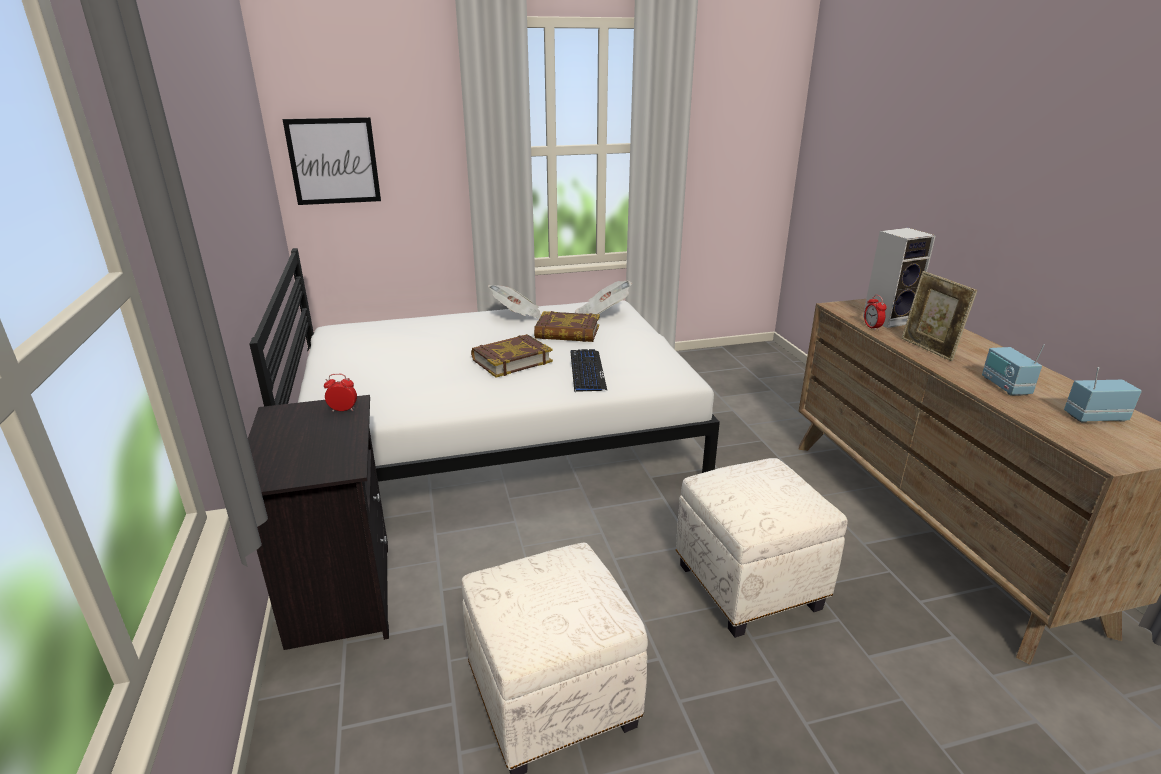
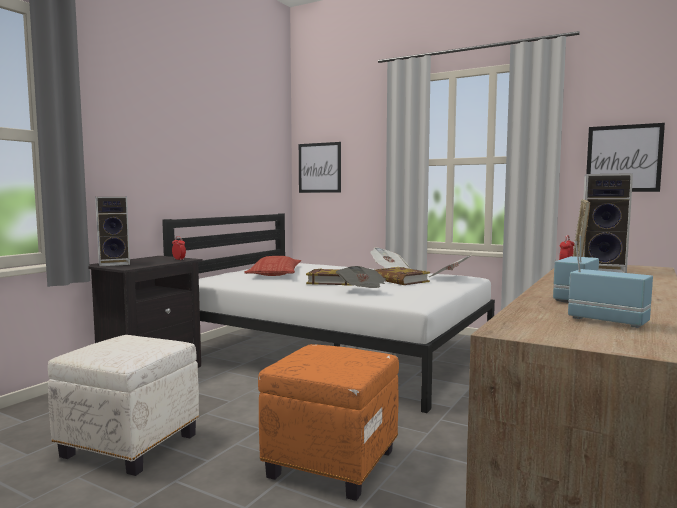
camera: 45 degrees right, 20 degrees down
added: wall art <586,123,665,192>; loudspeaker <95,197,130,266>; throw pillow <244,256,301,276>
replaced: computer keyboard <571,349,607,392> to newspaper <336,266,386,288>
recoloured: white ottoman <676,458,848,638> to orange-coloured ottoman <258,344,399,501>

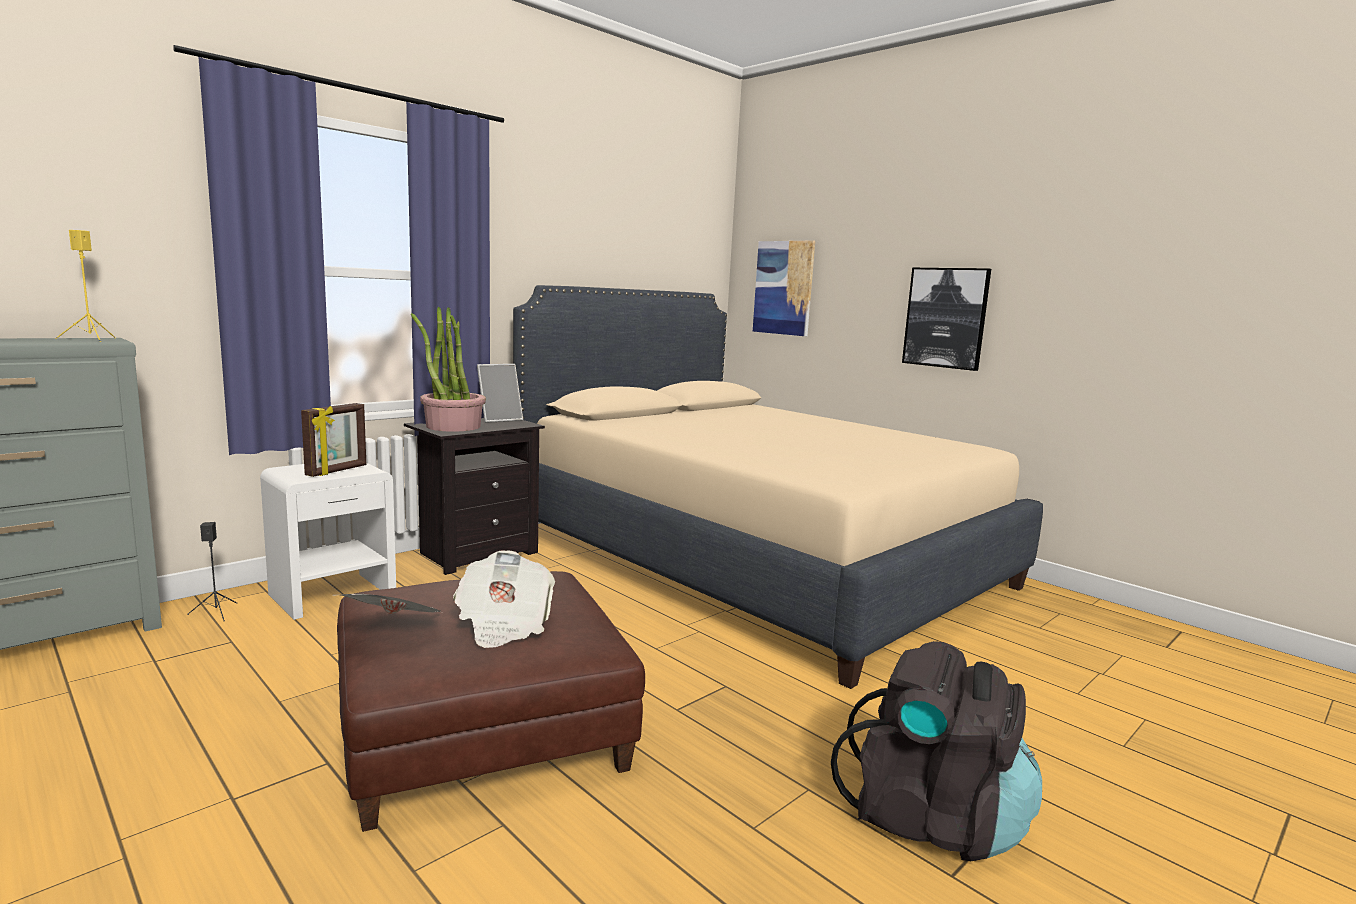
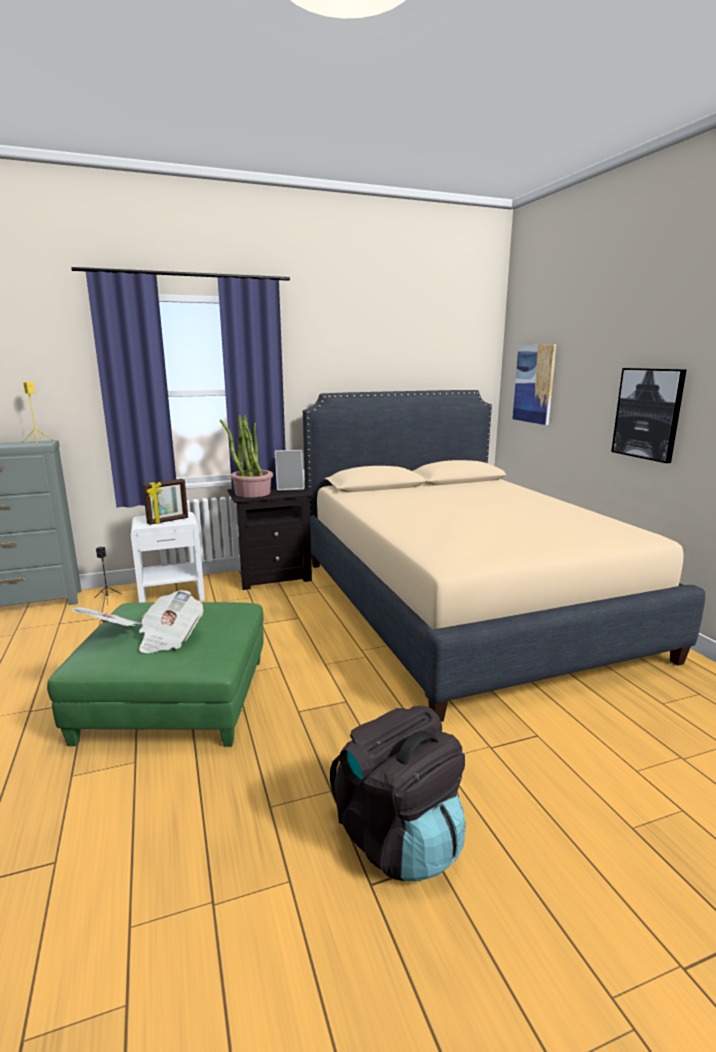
camera: 25 degrees right, 5 degrees up
recoloured: brown ottoman <337,571,645,832> to green ottoman <47,602,264,747>

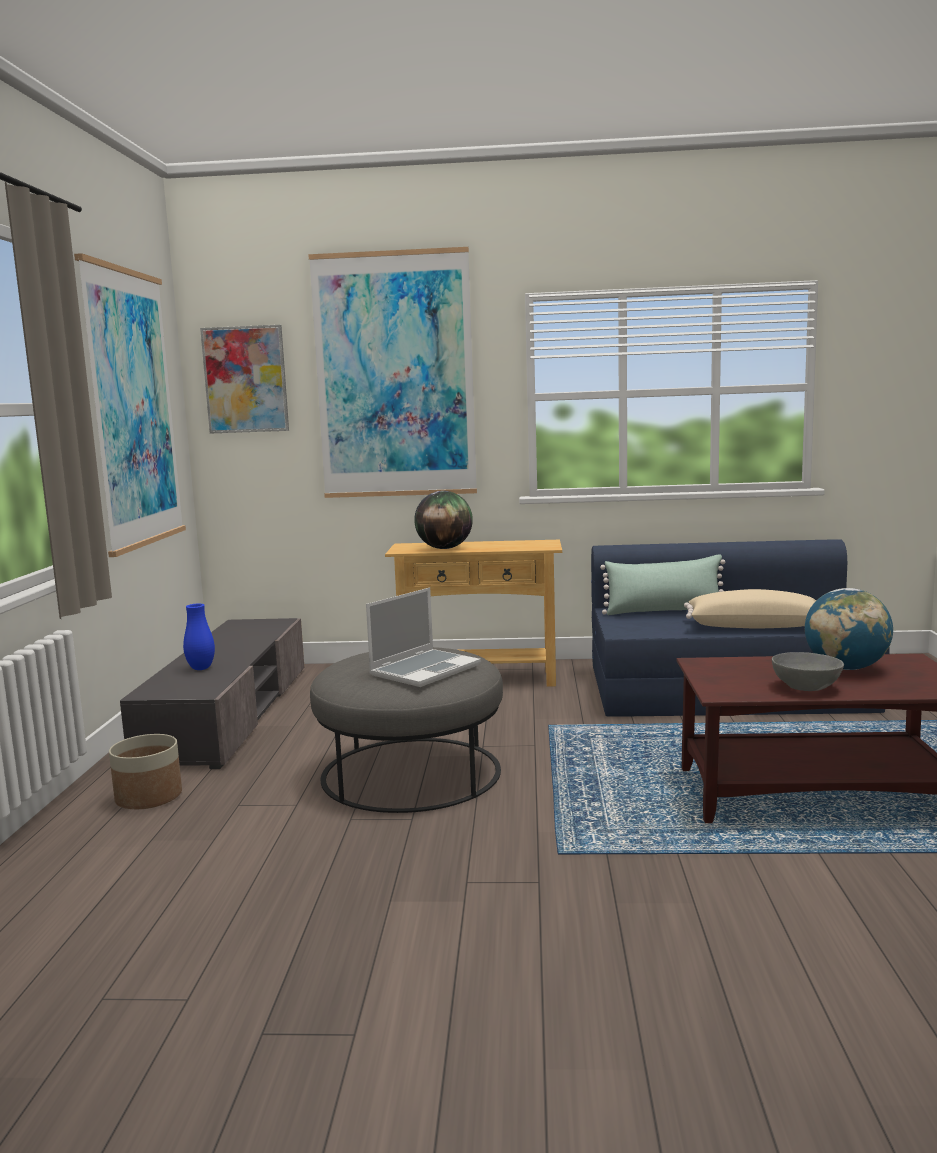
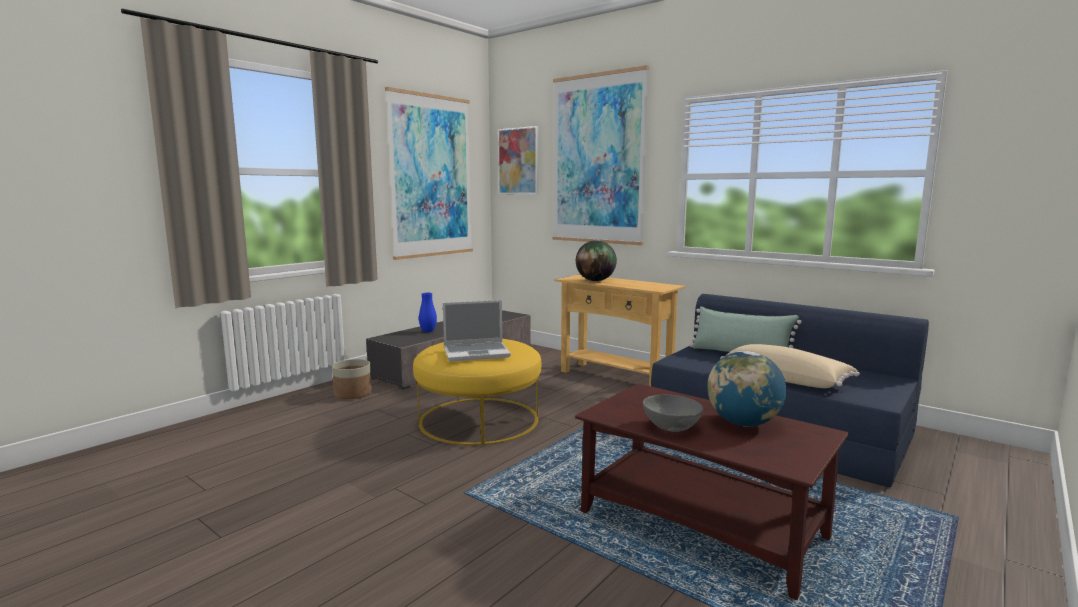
camera: 35 degrees right, 0 degrees up
recoloured: greyish ottoman <310,647,503,813> to yellowish ottoman <413,339,541,445>

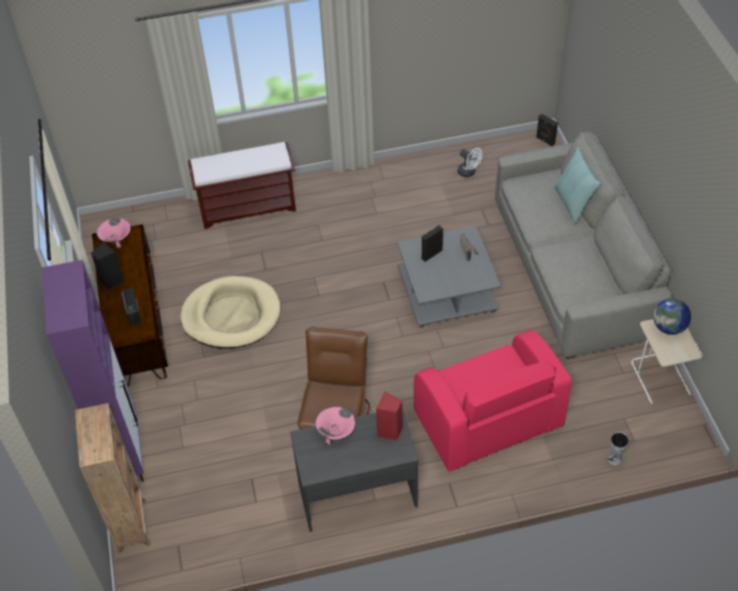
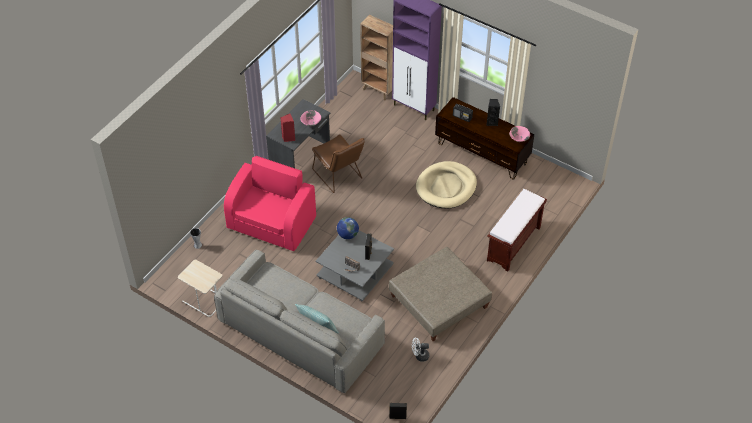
camera: 135 degrees right, 0 degrees up
added: beige ottoman <389,247,492,341>
moved: globe <653,298,691,335> to <337,217,359,239>
turned: pink-coloured lounge chair <414,330,572,472> = <224,156,316,251> 90 degrees clockwise

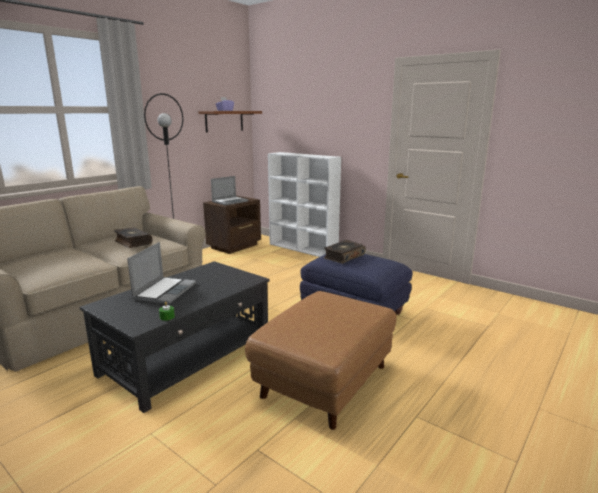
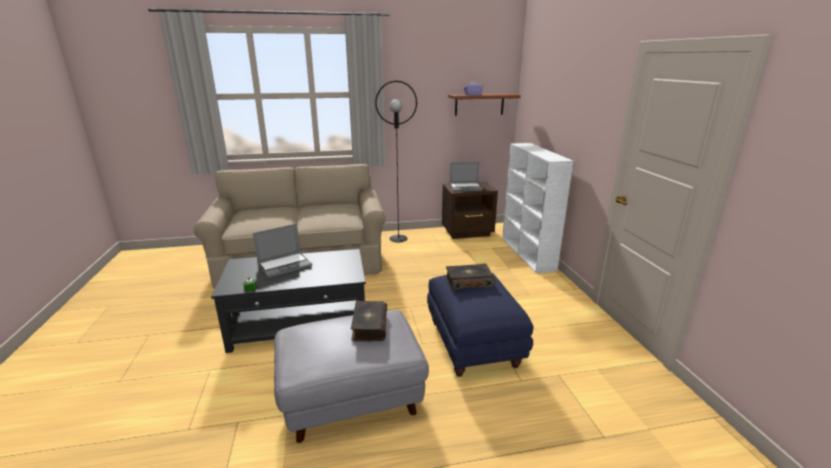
camera: 40 degrees right, 5 degrees up
moved: book <114,227,152,248> to <351,301,387,342>
recoloured: brown ottoman <245,291,396,430> to greyish ottoman <274,310,429,443>

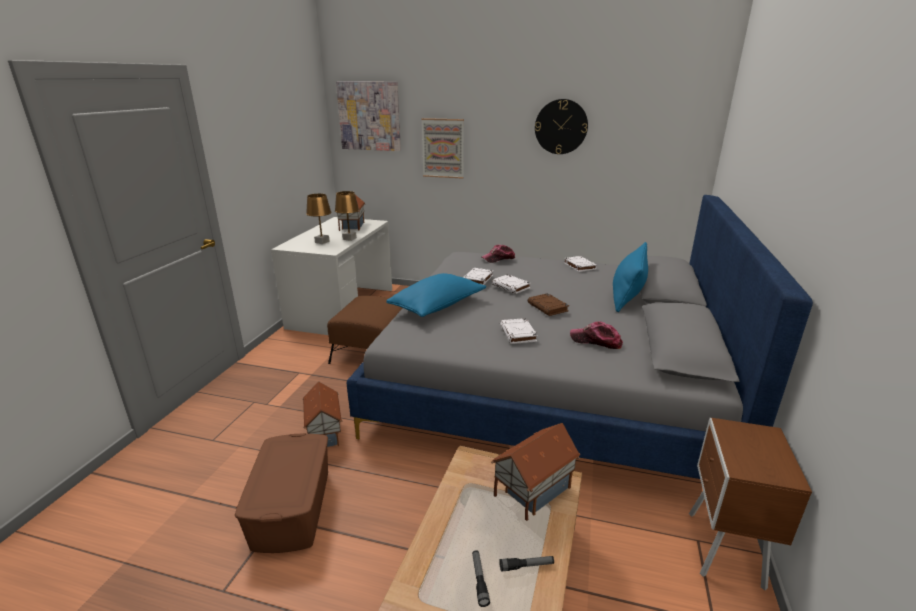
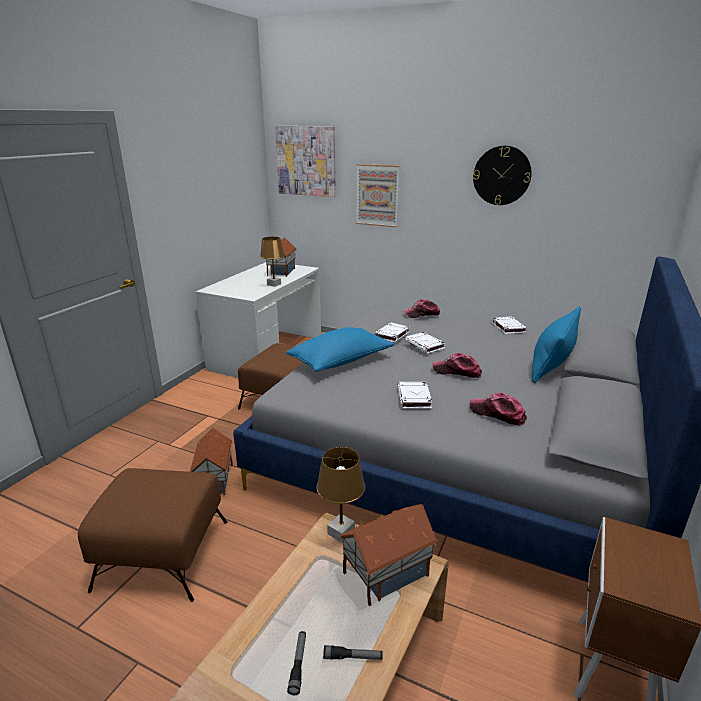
camera: 10 degrees right, 0 degrees up
moved: brown tabletop lamp <306,194,331,244> to <316,447,365,543>
replaced: brown book <528,293,569,316> to cap <432,353,482,378>; brown storage box <235,433,328,553> to brown ottoman <78,468,228,602>

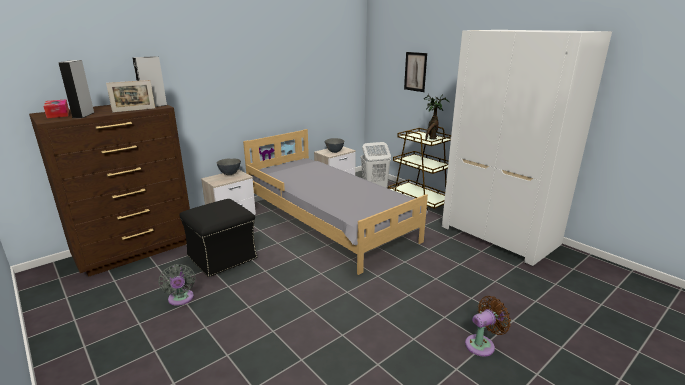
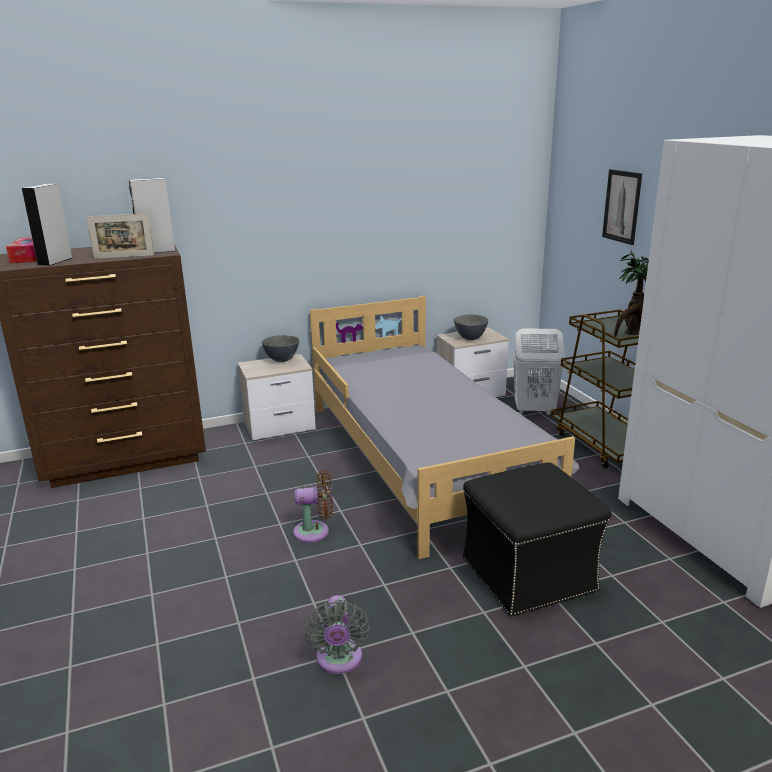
camera: 20 degrees right, 0 degrees up
moved: black-coloured ottoman <179,199,258,277> to <463,462,611,616>; greyish fan <158,264,196,306> to <304,595,370,674>; brown fan <465,296,511,357> to <293,470,333,543>

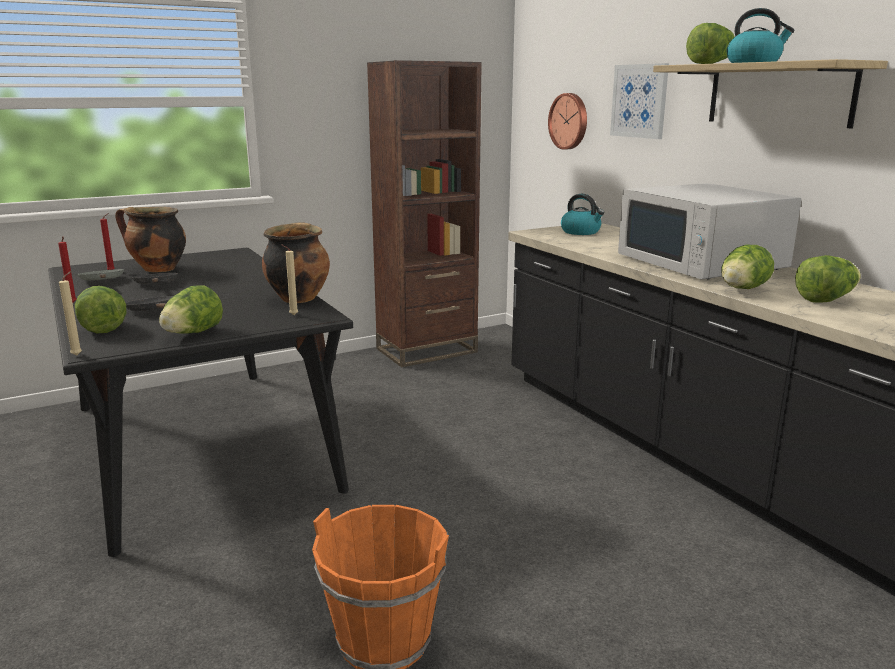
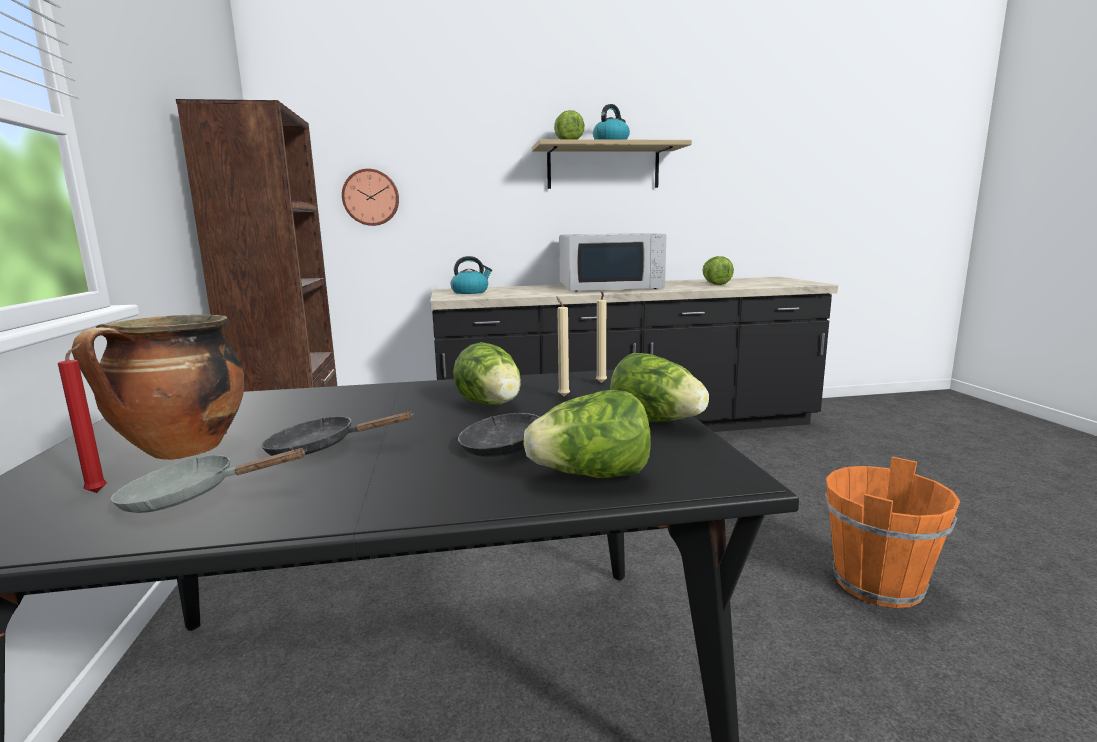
camera: 70 degrees left, 5 degrees down
removed: wall art <610,63,669,139>; stockpot <262,222,330,303>; red candle <58,237,77,303>
moved: head of lettuce <722,245,774,289> to <453,342,521,405>; beige candle <59,271,82,356> to <556,296,570,396>

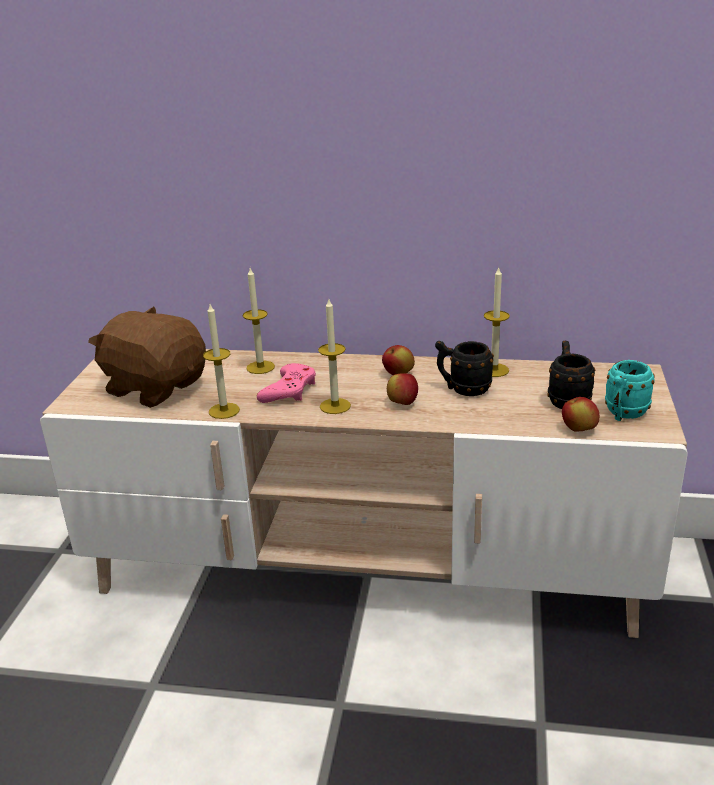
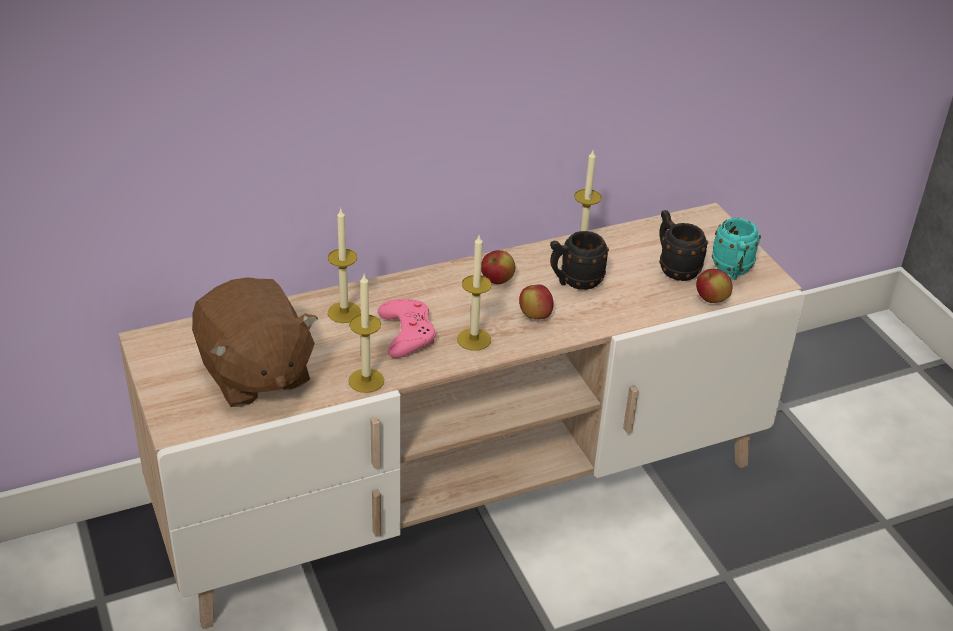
camera: 35 degrees left, 10 degrees up
turned: brown soft toy <88,307,206,408> = <192,277,318,407> 120 degrees counterclockwise

